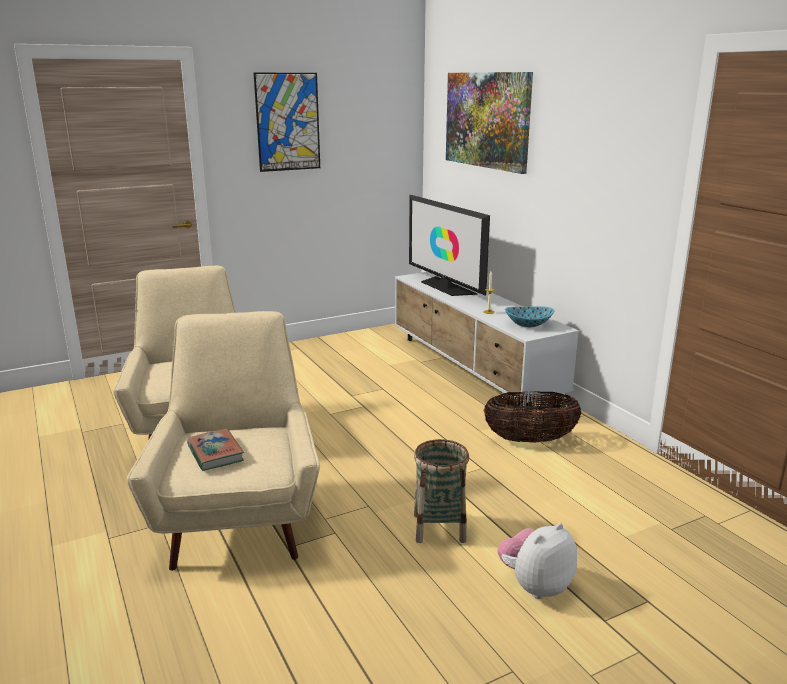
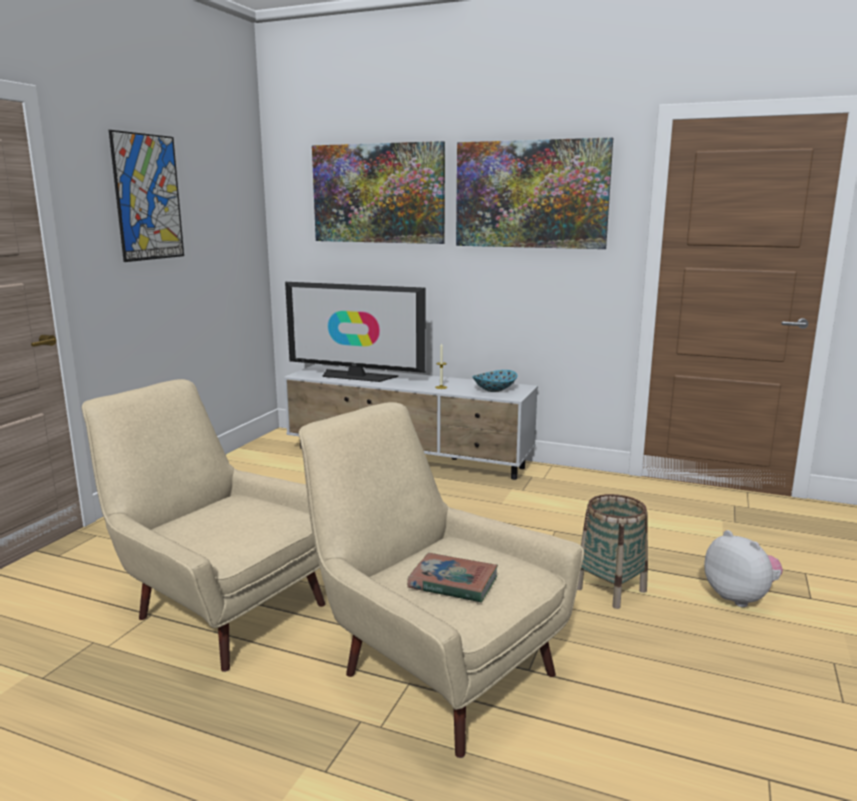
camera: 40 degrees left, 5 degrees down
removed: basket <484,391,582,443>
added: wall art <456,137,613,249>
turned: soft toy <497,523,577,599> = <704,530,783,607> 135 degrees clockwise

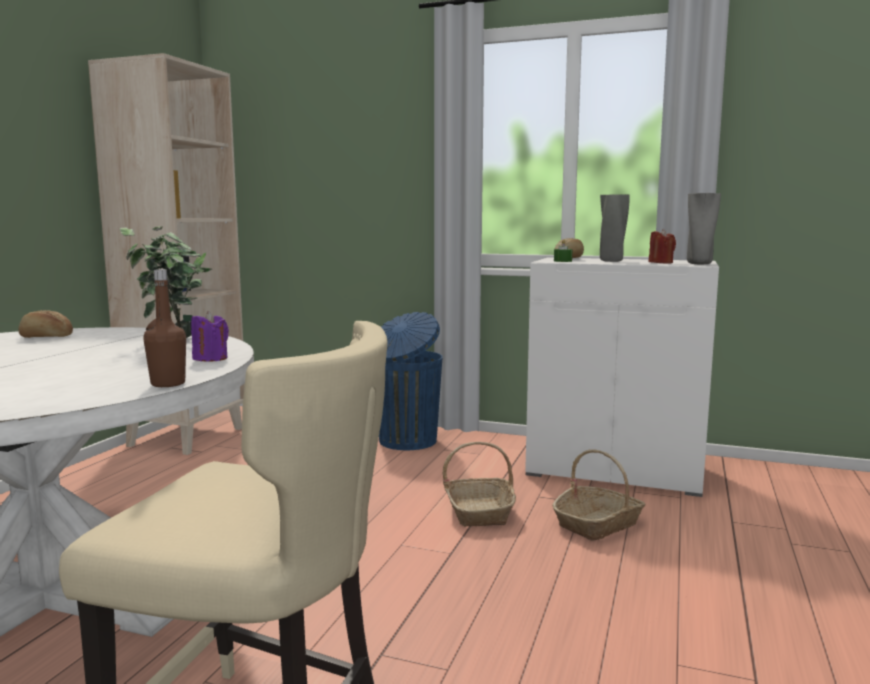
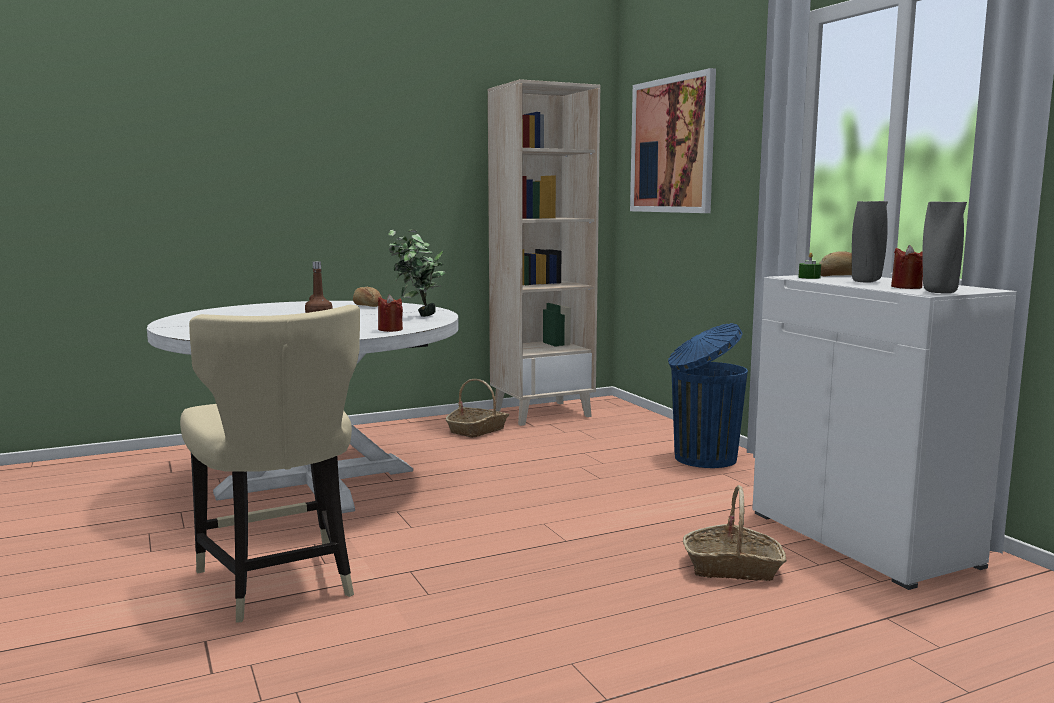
camera: 45 degrees right, 0 degrees up
added: wall art <630,68,716,213>
moved: basket <442,442,516,527> to <445,379,509,438>
recoloured: purple candle <191,311,229,362> to red candle <378,294,403,332>

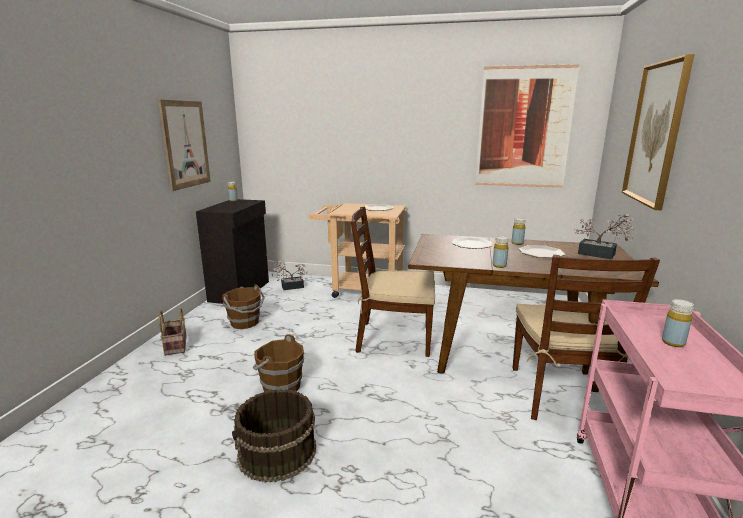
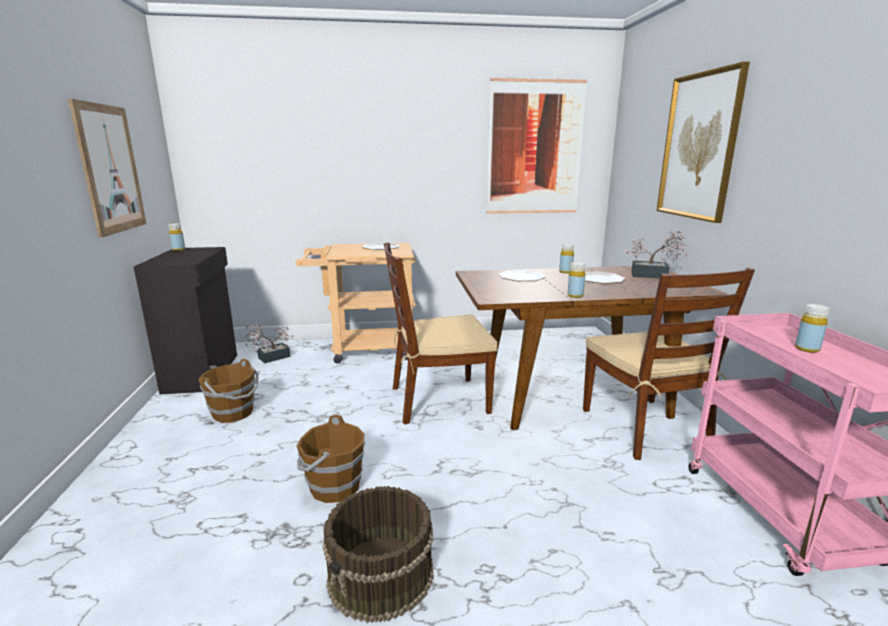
camera: 20 degrees left, 0 degrees up
removed: basket <159,308,187,356>

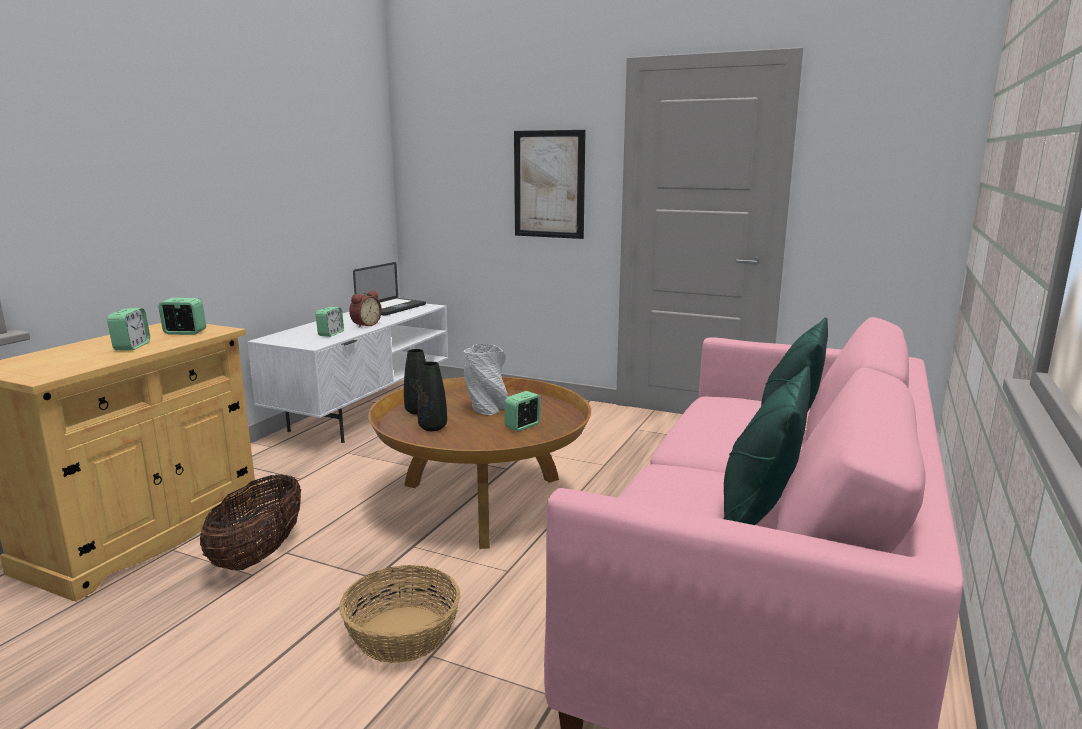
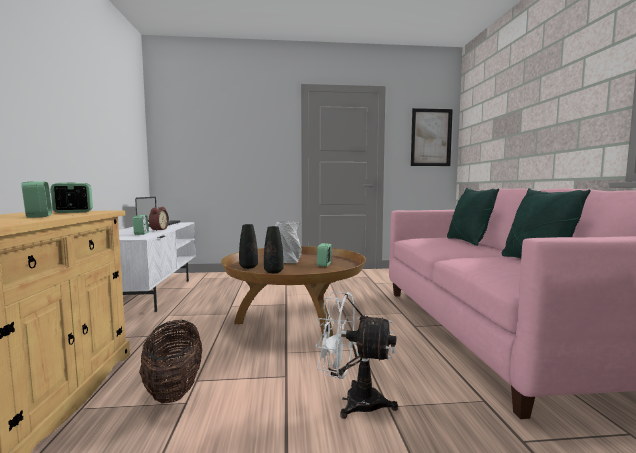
camera: 30 degrees left, 10 degrees down
moved: wall art <514,130,586,239> to <411,108,453,166>
replaced: basket <339,565,460,663> to white fan <316,292,398,419>

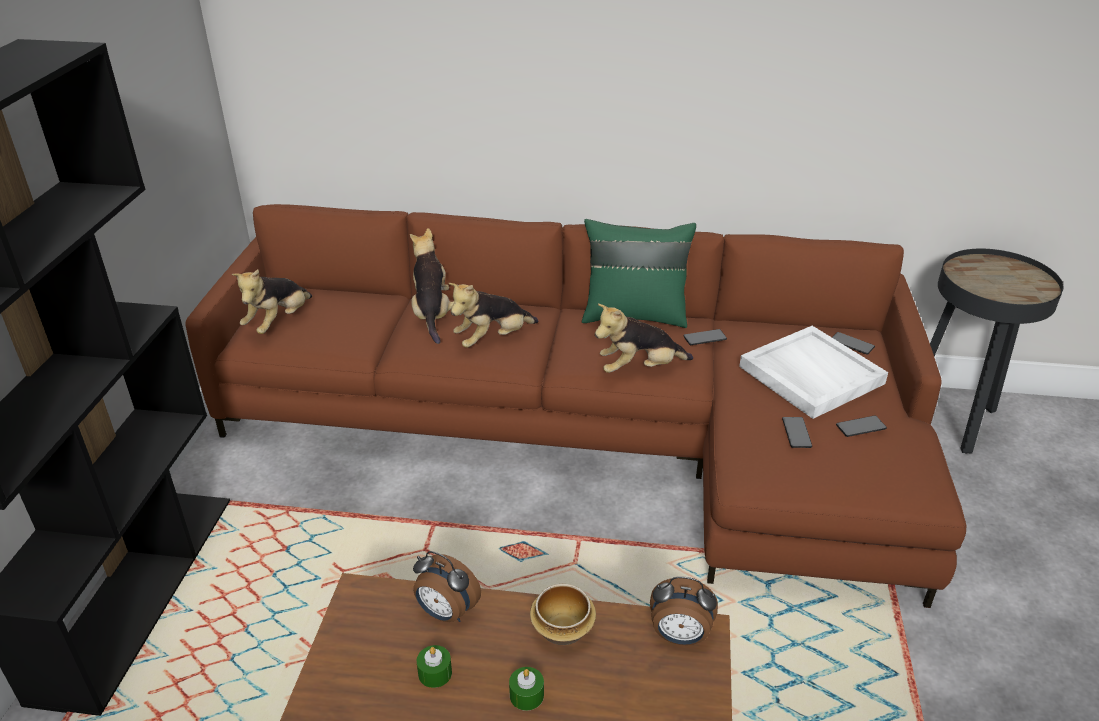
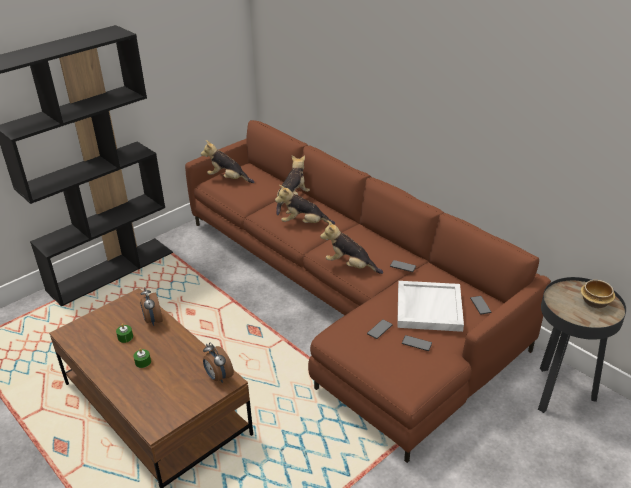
camera: 40 degrees right, 0 degrees up
removed: green throw pillow <582,219,696,328>
moved: deep dish <530,584,596,645> to <581,280,615,308>
turned: soft toy <232,270,312,334> = <201,140,255,183> 45 degrees clockwise

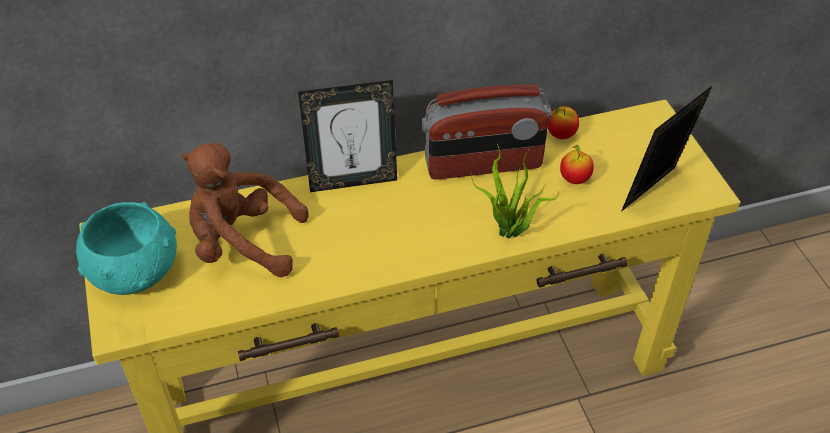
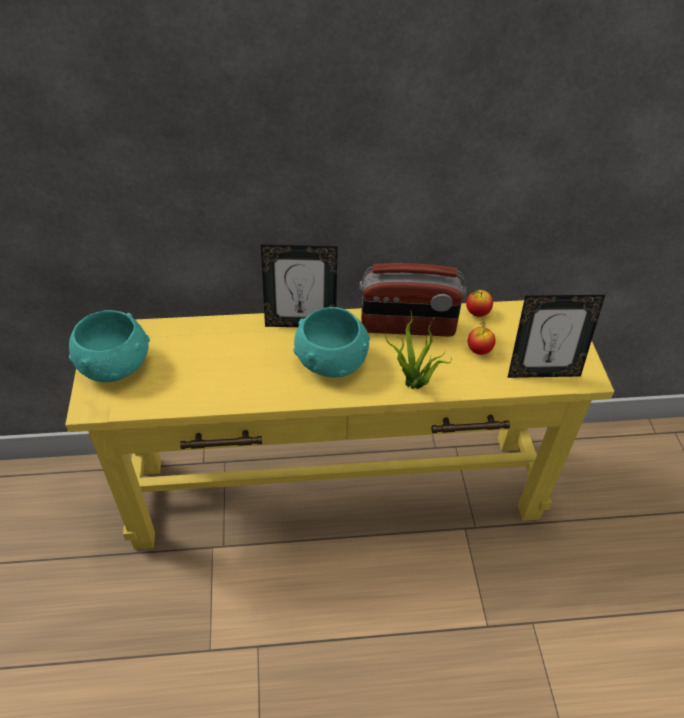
camera: 10 degrees right, 0 degrees up
removed: brown soft toy <182,143,309,278>
added: blue-green deep dish <293,307,370,377>
turned: standing frame <621,85,713,212> = <507,295,605,378> 150 degrees counterclockwise

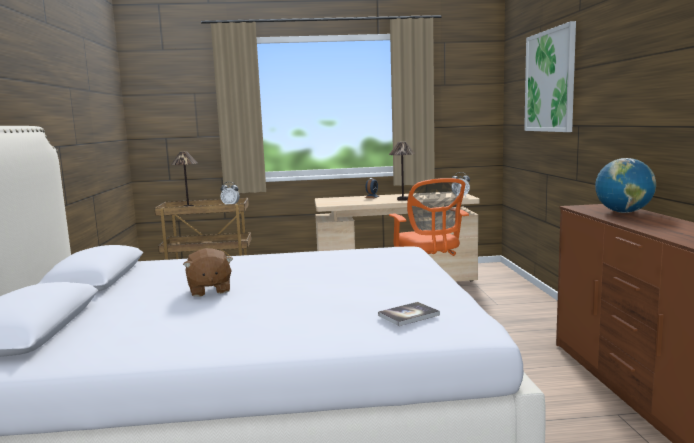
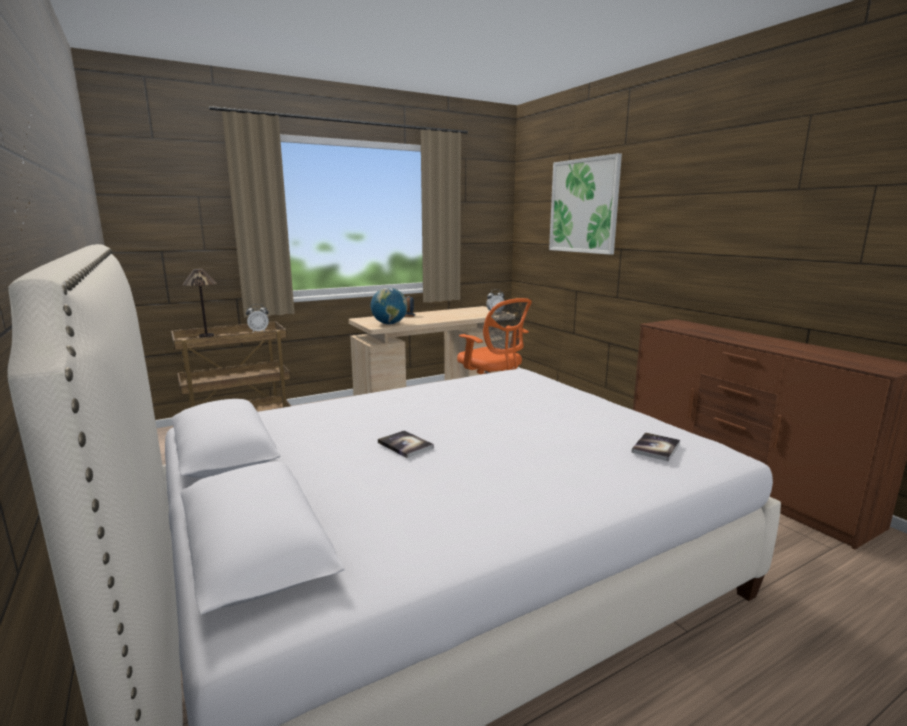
camera: 25 degrees left, 5 degrees up
removed: tabletop lamp <389,142,415,201>
moved: globe <595,158,656,213> to <371,287,408,325>
replaced: brown soft toy <183,248,233,297> to book <378,430,434,458>

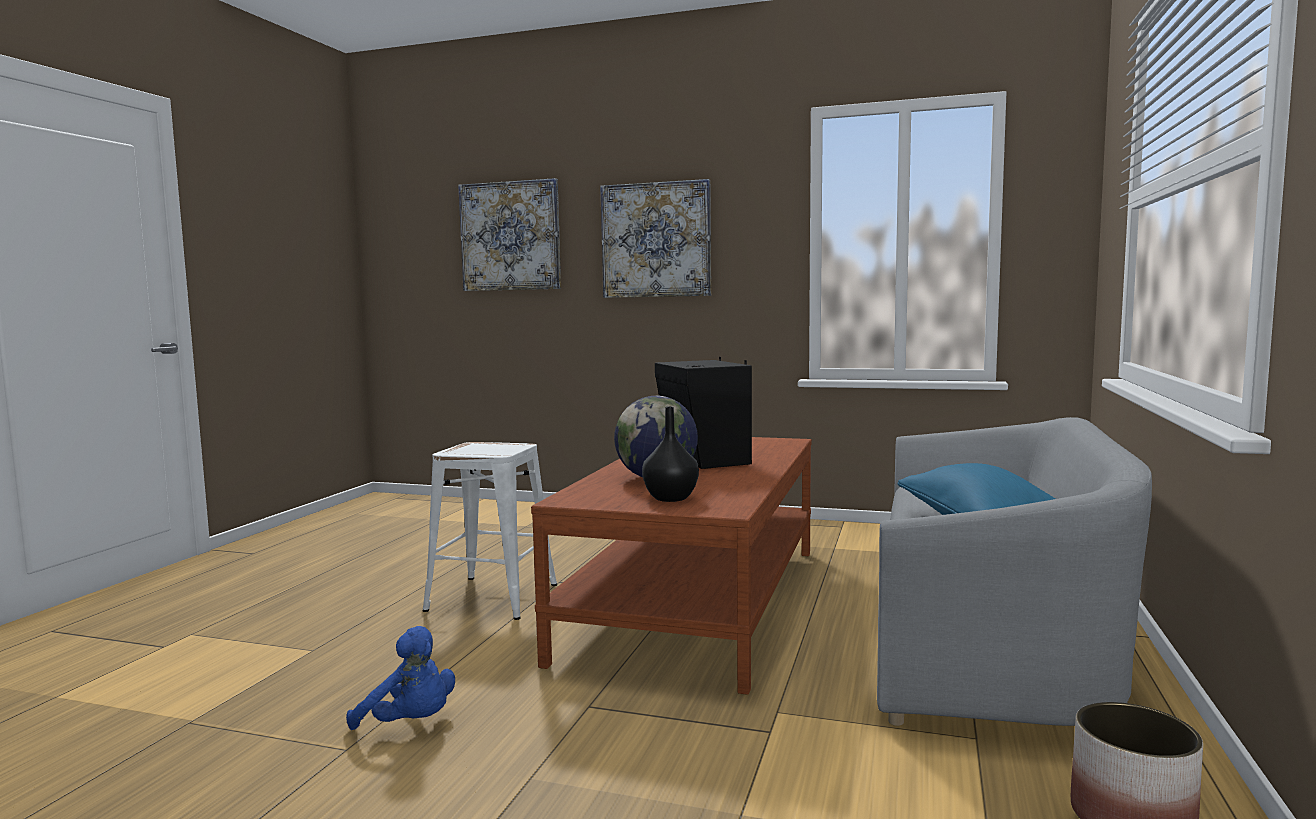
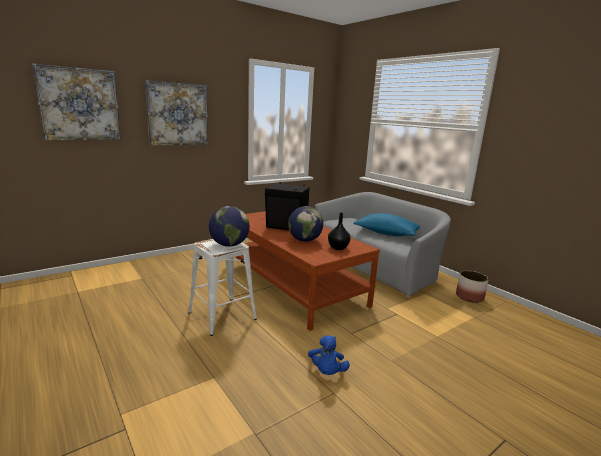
camera: 55 degrees left, 10 degrees up
added: globe <209,206,250,247>
turned: blue soft toy <346,626,455,730> = <308,335,350,375> 120 degrees clockwise

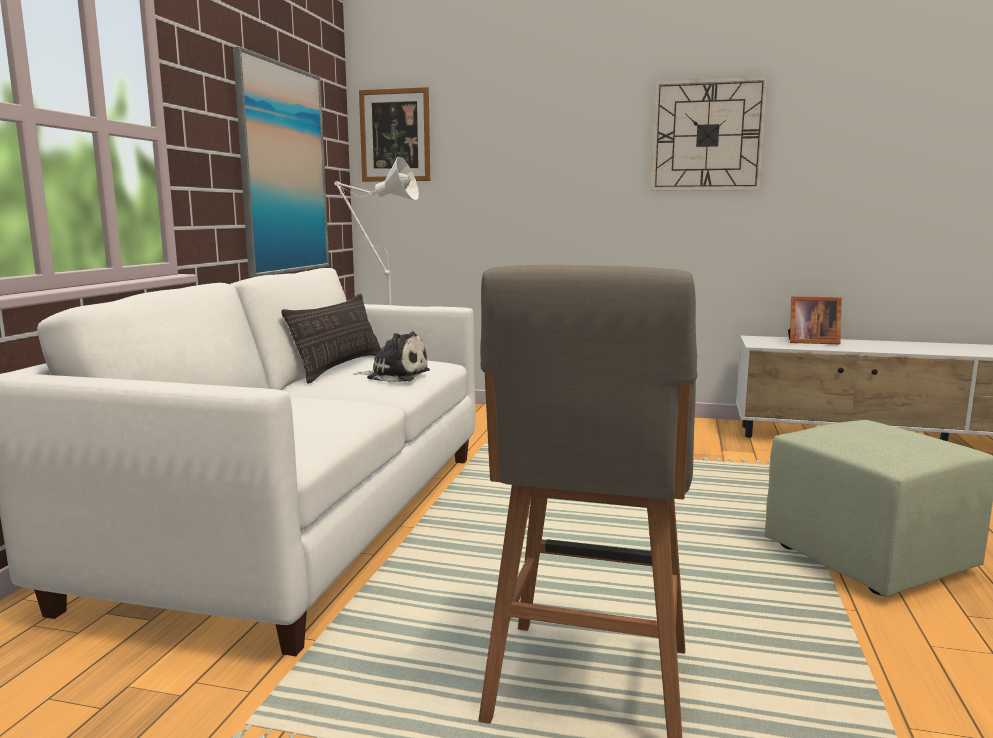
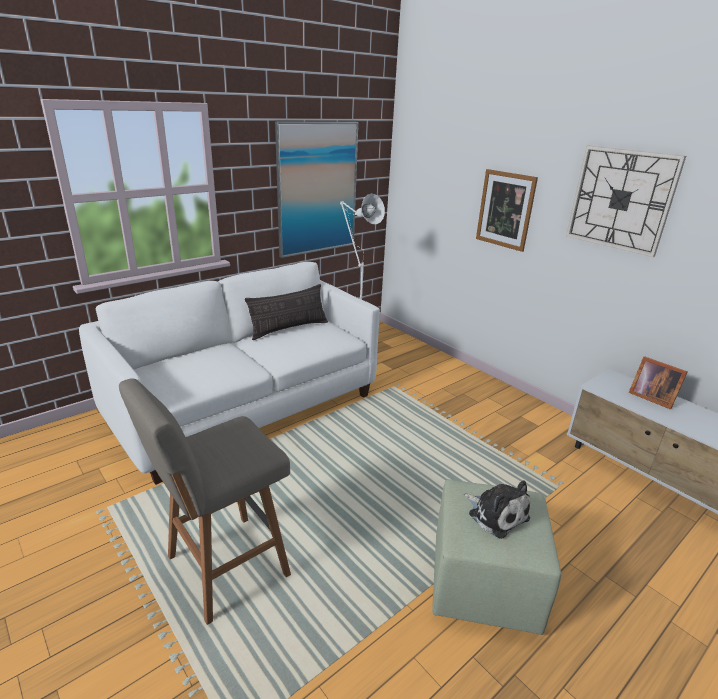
camera: 35 degrees right, 15 degrees up
moved: wall art <359,87,430,182> to <476,169,538,252>; soft toy <354,332,430,383> to <463,480,530,539>

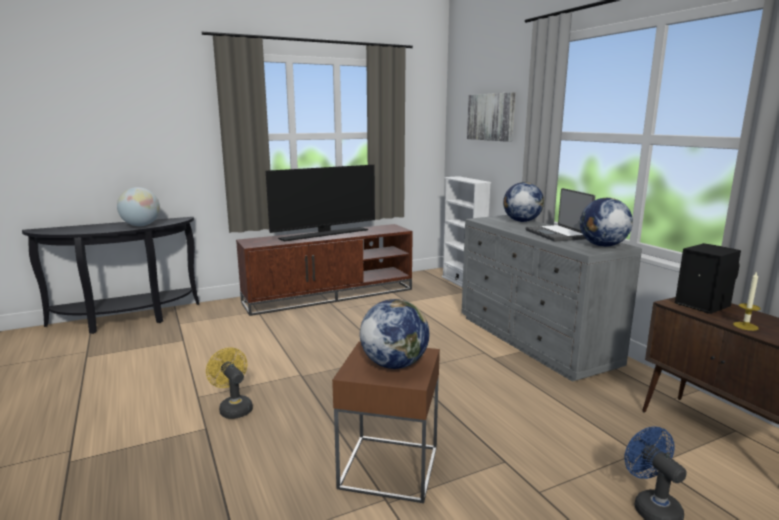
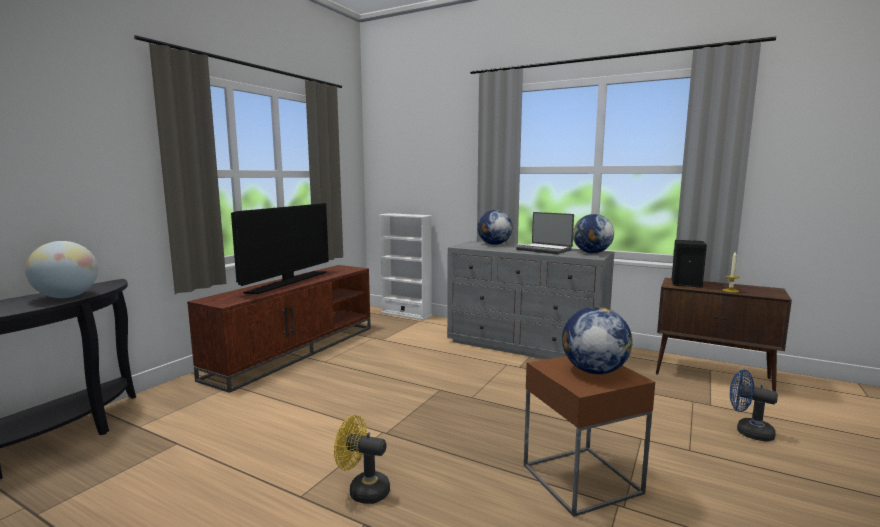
camera: 35 degrees left, 5 degrees down
removed: wall art <467,92,515,142>

